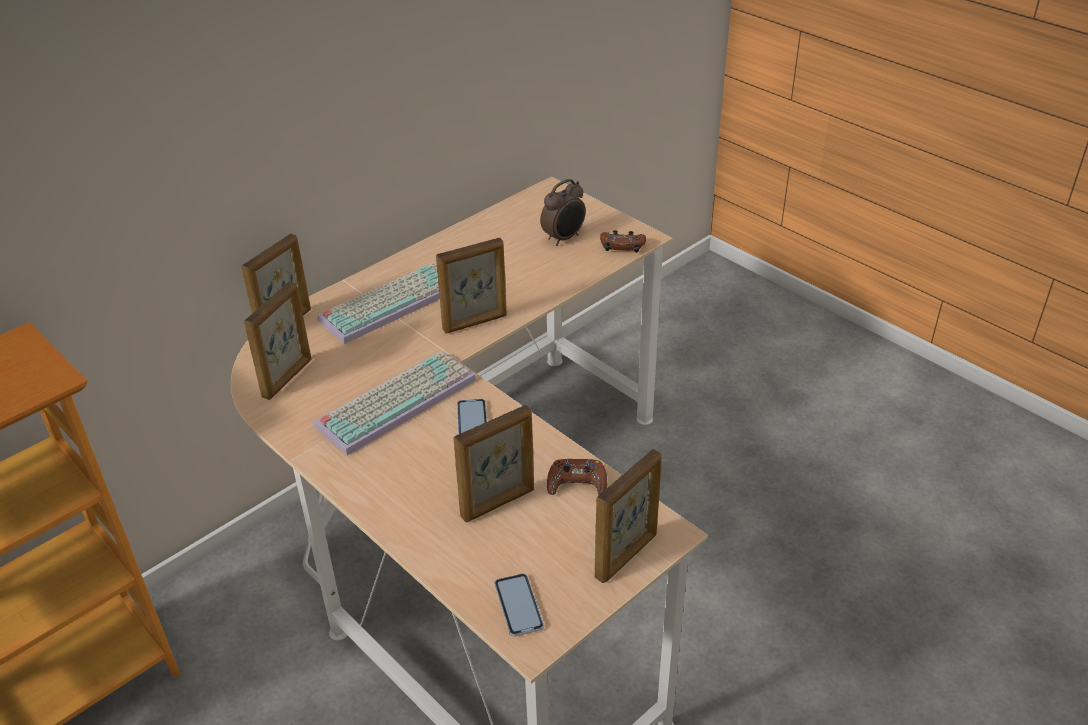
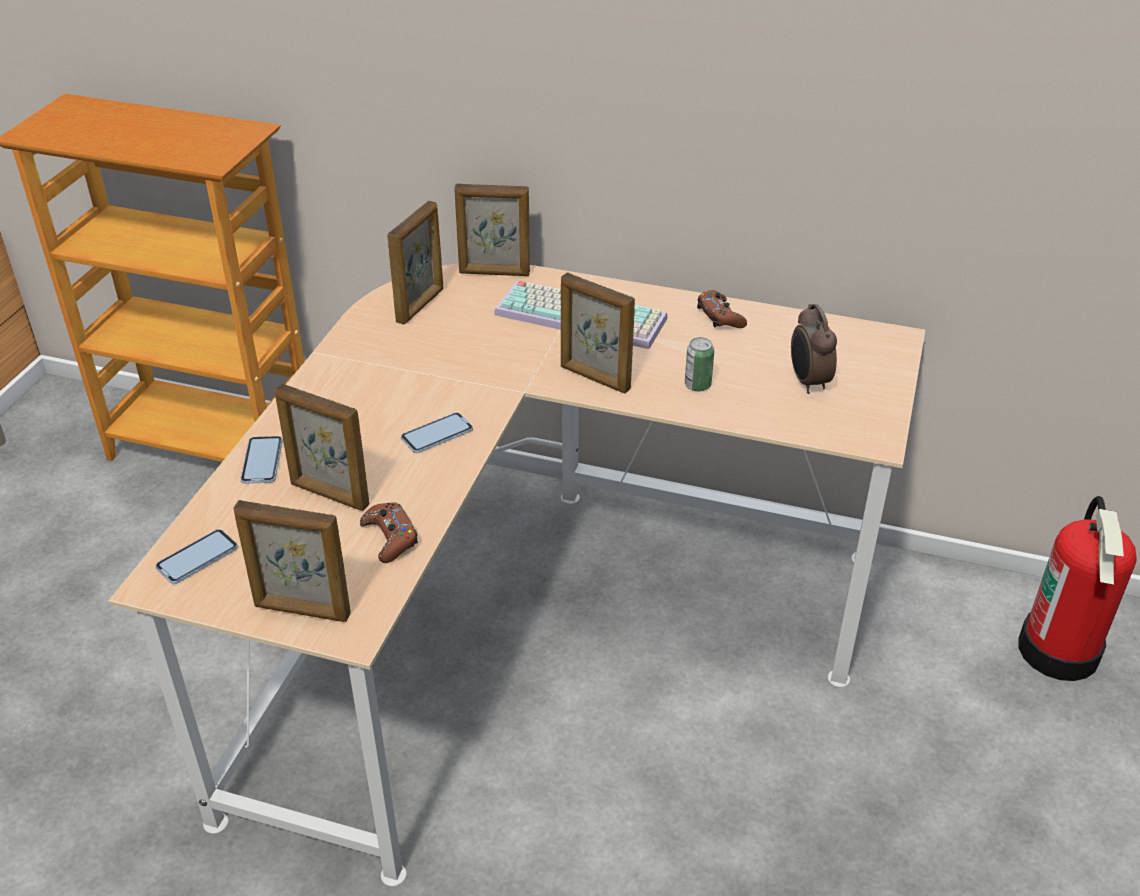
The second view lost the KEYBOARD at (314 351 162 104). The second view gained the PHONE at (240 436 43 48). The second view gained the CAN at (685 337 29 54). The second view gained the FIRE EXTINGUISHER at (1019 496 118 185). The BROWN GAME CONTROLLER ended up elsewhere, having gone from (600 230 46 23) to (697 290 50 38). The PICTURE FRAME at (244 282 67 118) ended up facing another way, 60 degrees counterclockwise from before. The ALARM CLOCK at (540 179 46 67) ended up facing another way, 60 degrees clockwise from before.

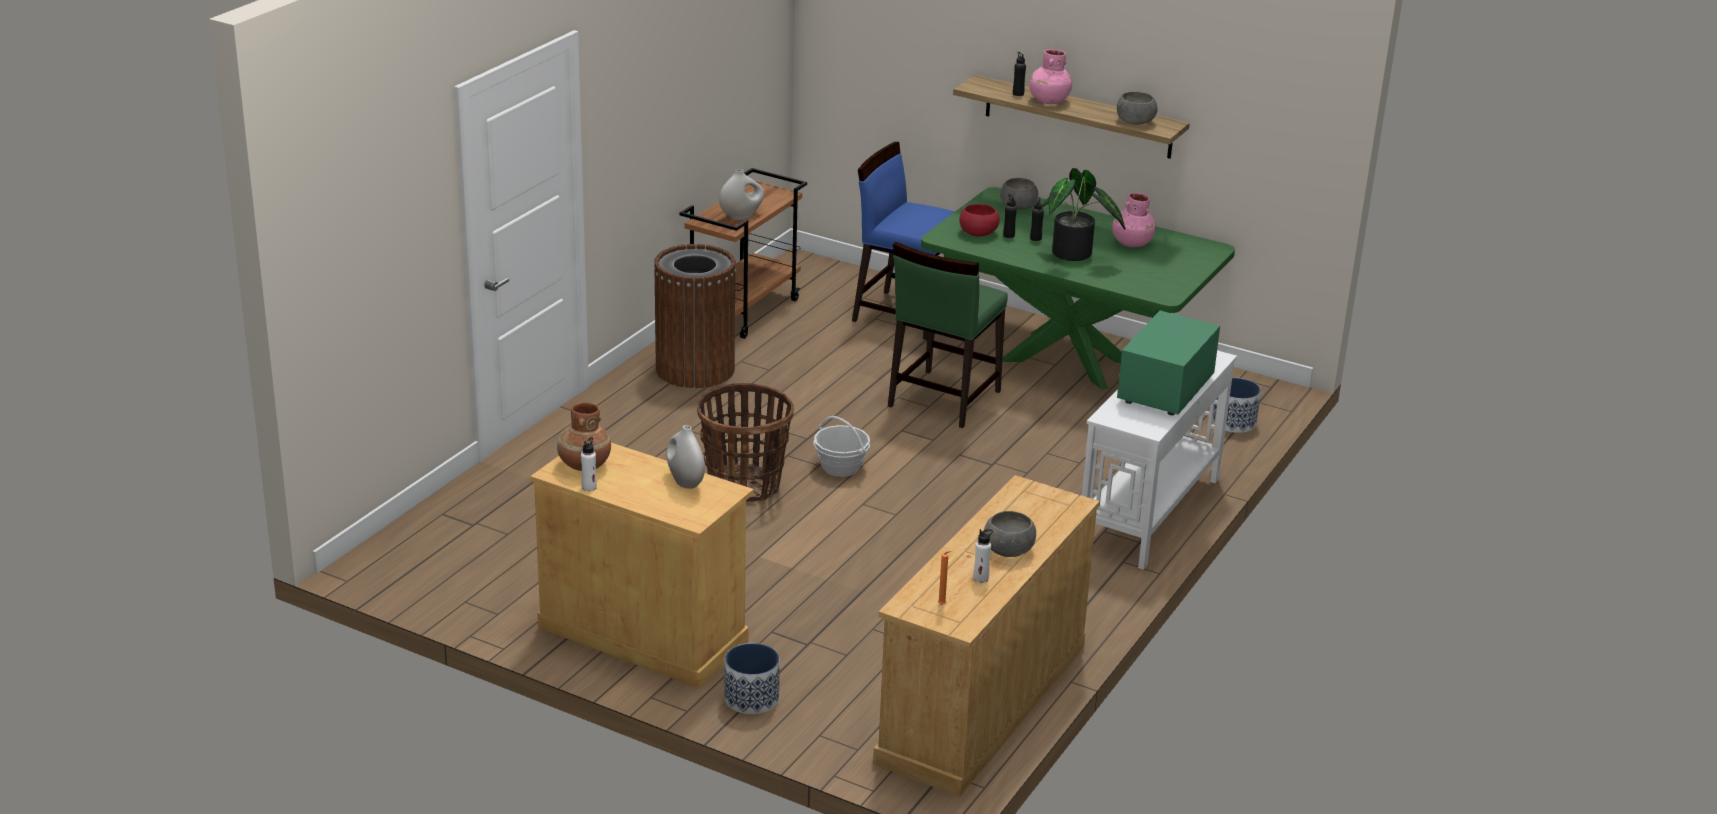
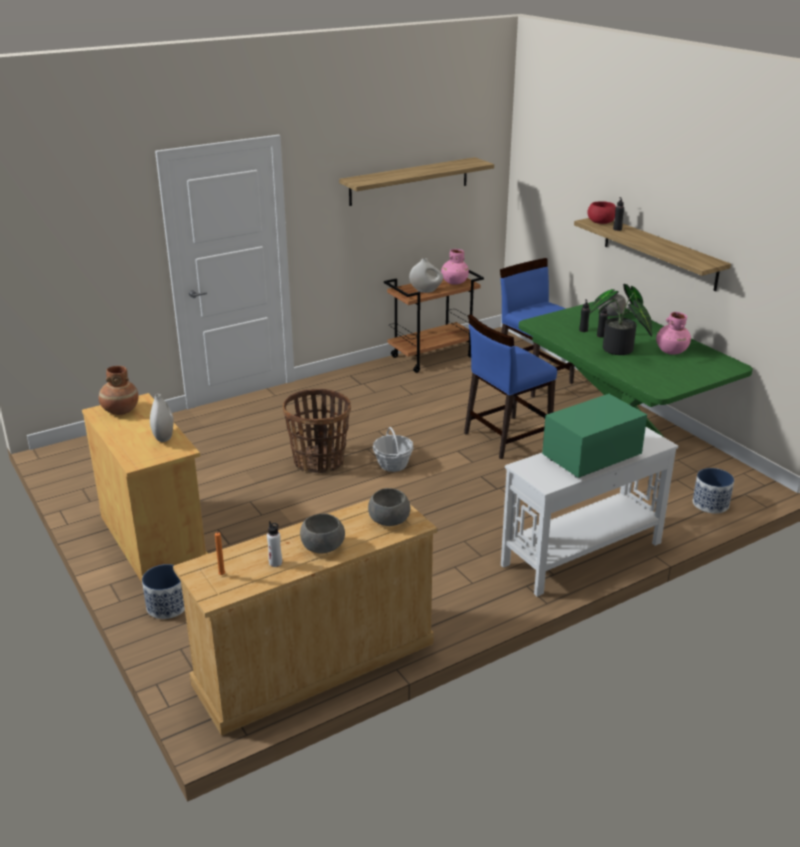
The second view lost the WHITE BOTTLE at (581 437 16 54). The second view lost the BROWN TRASH CAN at (654 244 82 144). The second view gained the SHELF at (339 157 155 49). The RED BOWL ended up elsewhere, having gone from (959 204 41 33) to (587 201 29 23). The PINK VASE ended up elsewhere, having gone from (1029 49 43 55) to (441 249 28 36). The GREY BOWL ended up elsewhere, having gone from (1117 91 40 34) to (368 488 42 38). What was the GREEN CHAIR at (888 242 120 186) turned into the BLUE CHAIR at (464 314 93 145).

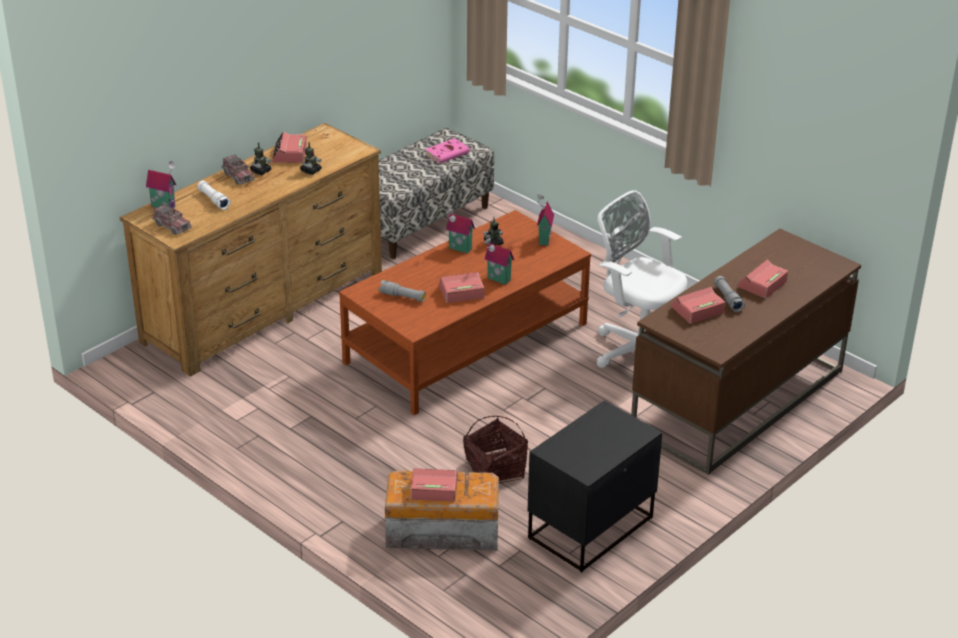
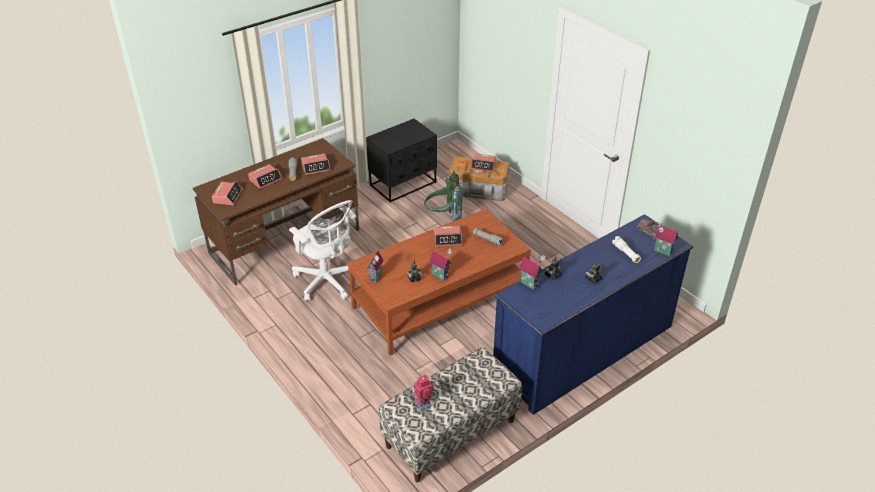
The second view lost the TOY TRUCK at (221 155 34 30). The ALARM CLOCK ended up elsewhere, having gone from (272 132 35 31) to (212 181 31 24). The TOY HOUSE ended up elsewhere, having gone from (484 238 30 47) to (519 255 26 35). Where the PINK BOOK stood at (425 138 45 26), the TOY ROBOT came to stand at (412 374 22 36). Where the BASKET stood at (463 416 65 67), the GREEN BACKPACK came to stand at (424 171 39 50). What was the BROWN DRESSER at (120 123 262 254) turned into the BLUE DRESSER at (493 214 200 201).

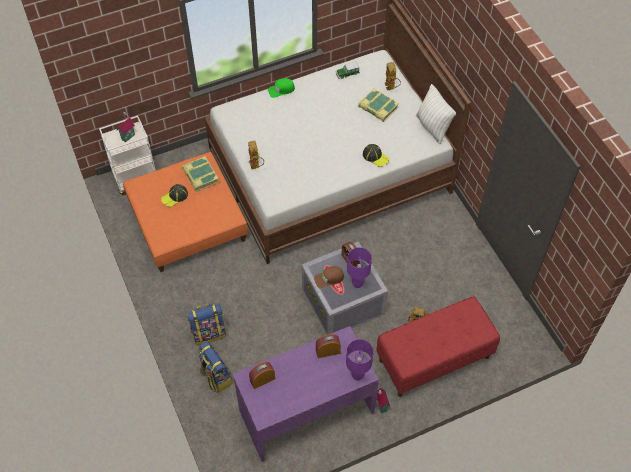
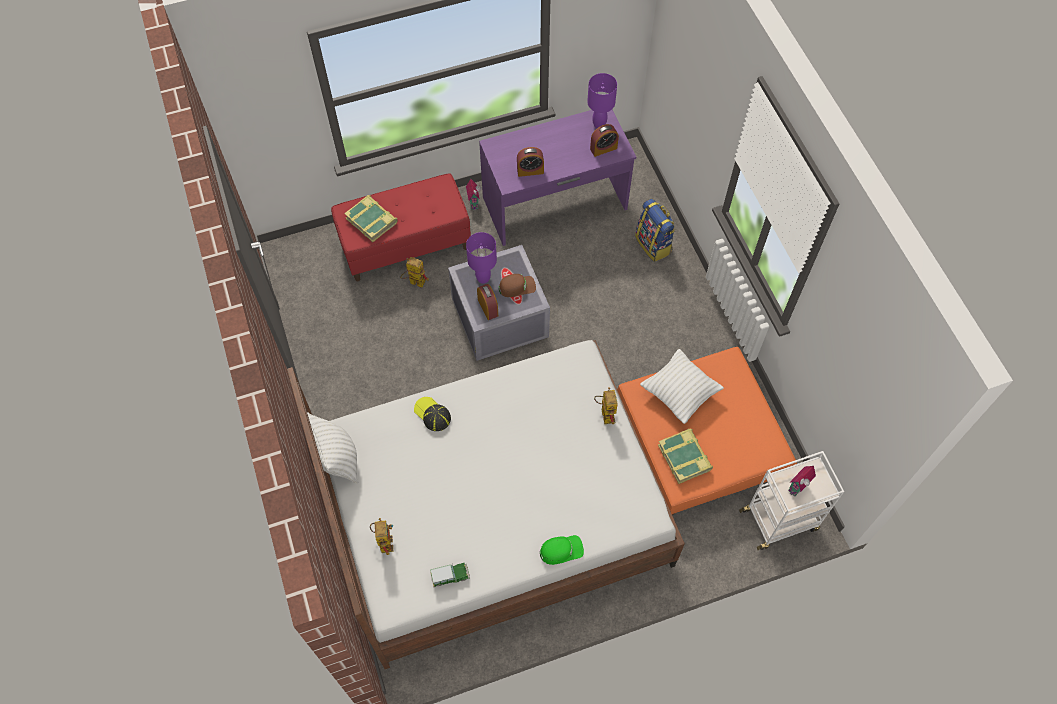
The second view lost the CAP at (161 184 27 23). The second view lost the BACKPACK at (188 303 38 42). The second view gained the WHITE PILLOW at (640 349 84 75). The PURPLE TABLE LAMP ended up elsewhere, having gone from (346 339 27 41) to (587 73 30 55). The BOOK ended up elsewhere, having gone from (358 88 41 34) to (344 195 53 47).

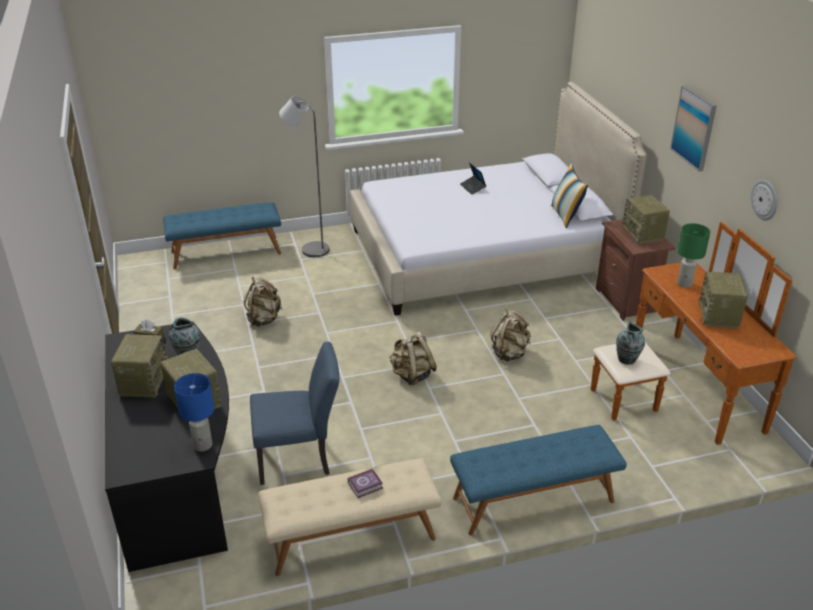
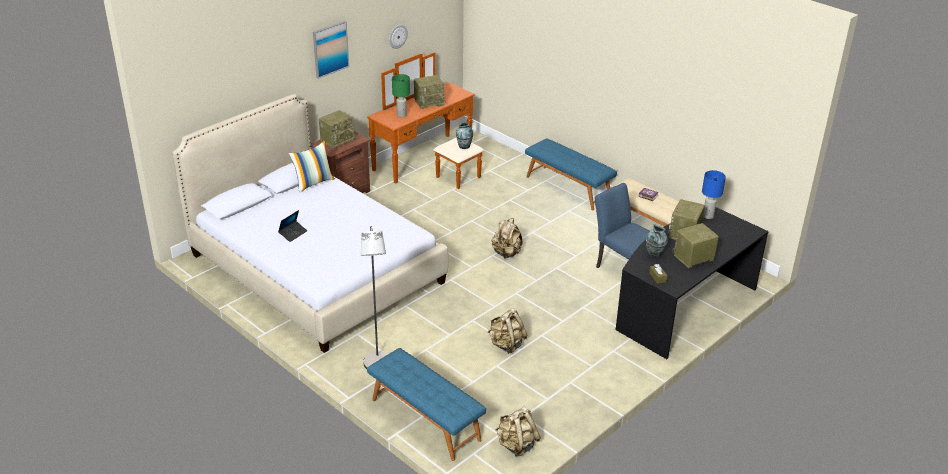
The BEIGE BACKPACK ended up elsewhere, having gone from (491 309 40 53) to (496 407 45 50).

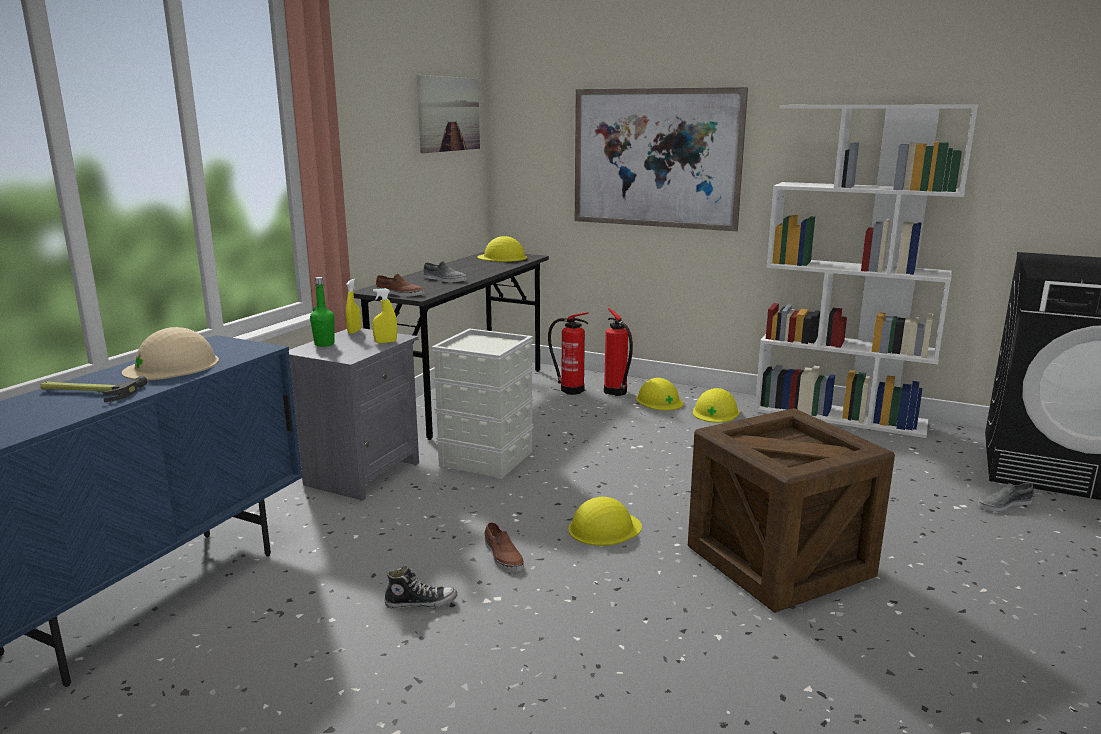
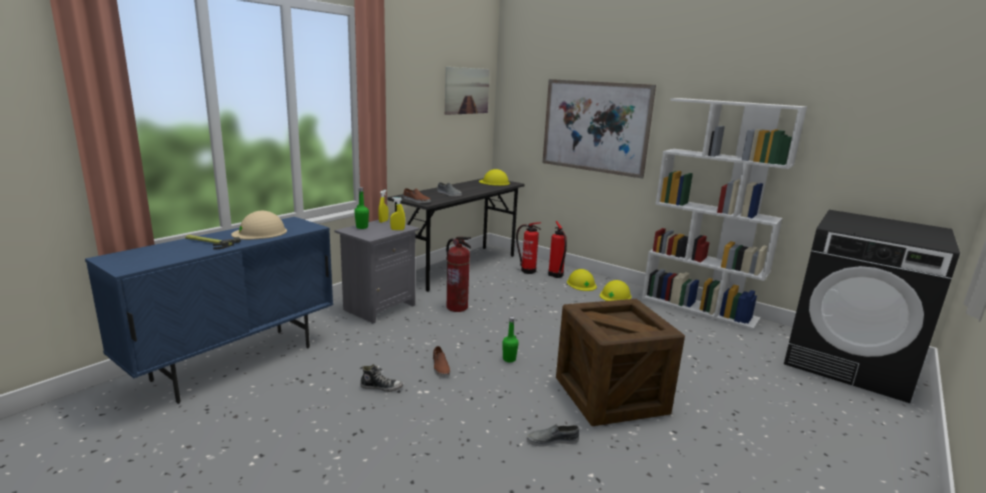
The GREY SHOE ended up elsewhere, having gone from (978 483 56 28) to (526 424 53 23). Where the GREY STORAGE BOX stood at (432 328 102 151), the FIRE EXTINGUISHER came to stand at (446 236 25 76). Where the YELLOW HARD HAT stood at (568 497 74 49), the GREEN BOTTLE came to stand at (502 317 16 45).

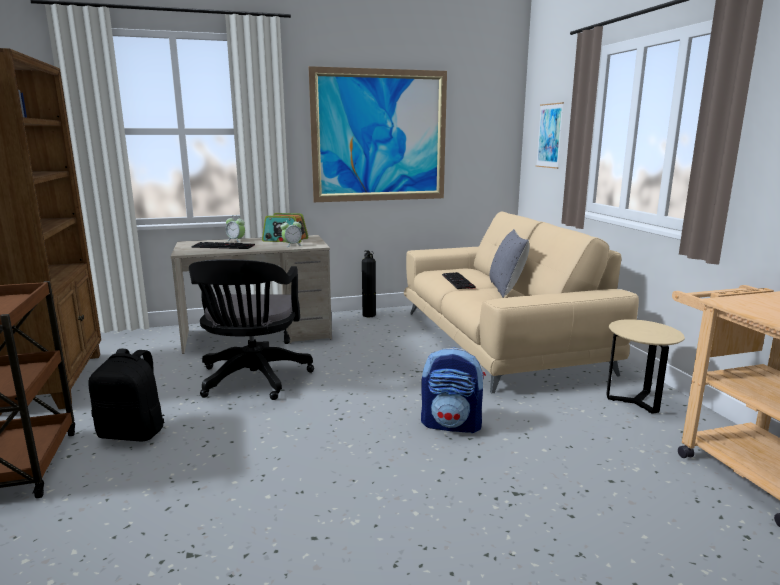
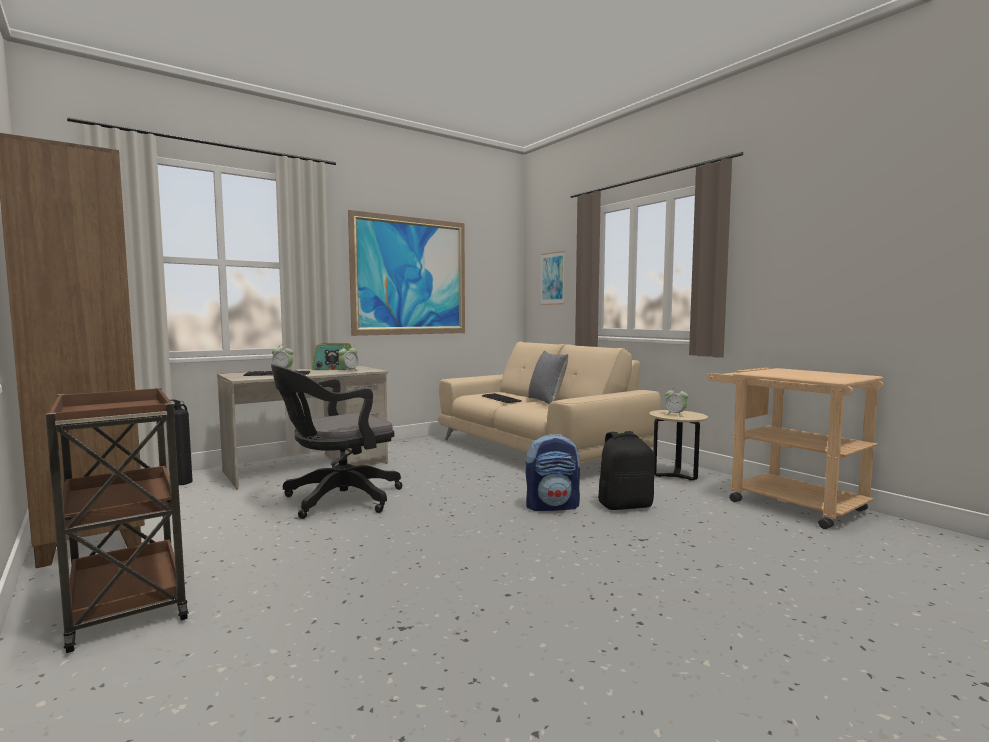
The second view gained the ALARM CLOCK at (665 387 23 30). The BLACK BACKPACK ended up elsewhere, having gone from (88 349 77 92) to (598 431 57 79). The FIRE EXTINGUISHER ended up elsewhere, having gone from (362 250 14 67) to (170 400 23 85). The BLACK OFFICE CHAIR at (189 259 125 141) ended up facing another way, 75 degrees clockwise from before.

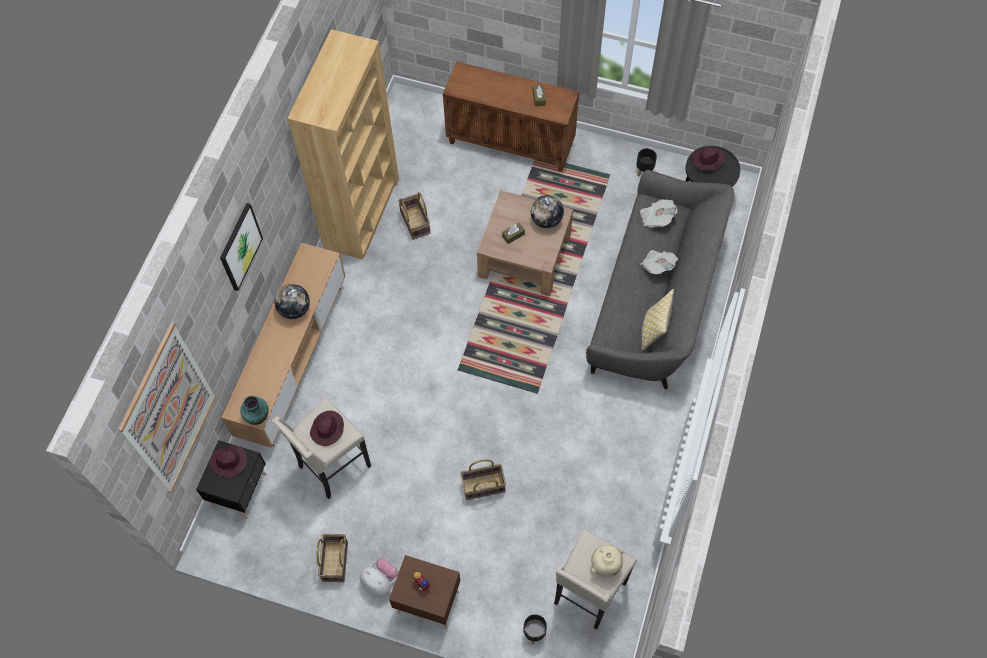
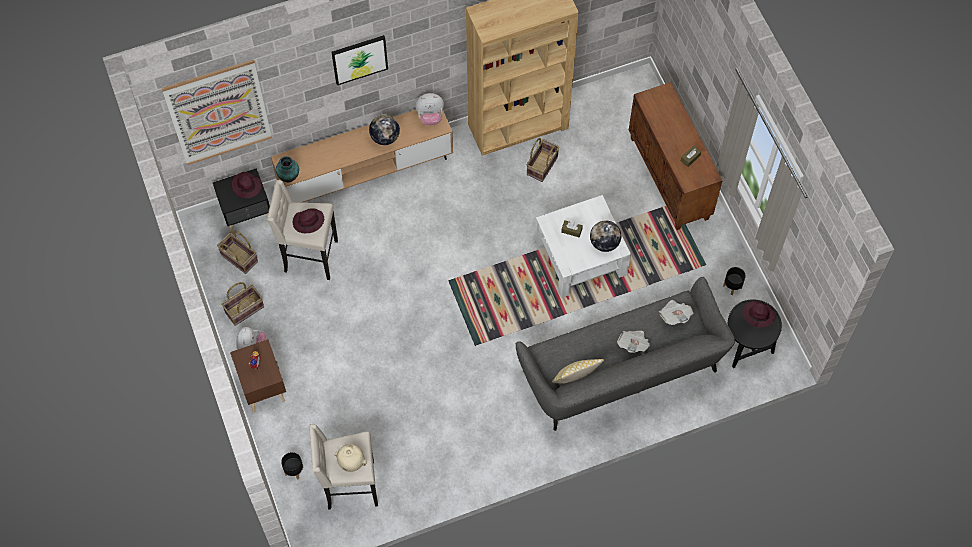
The second view gained the PLUSH TOY at (415 93 29 33). The BASKET ended up elsewhere, having gone from (460 459 46 41) to (217 231 41 43). What was the BROWN COFFEE TABLE at (477 190 96 106) turned into the WHITE COFFEE TABLE at (535 195 96 103).

